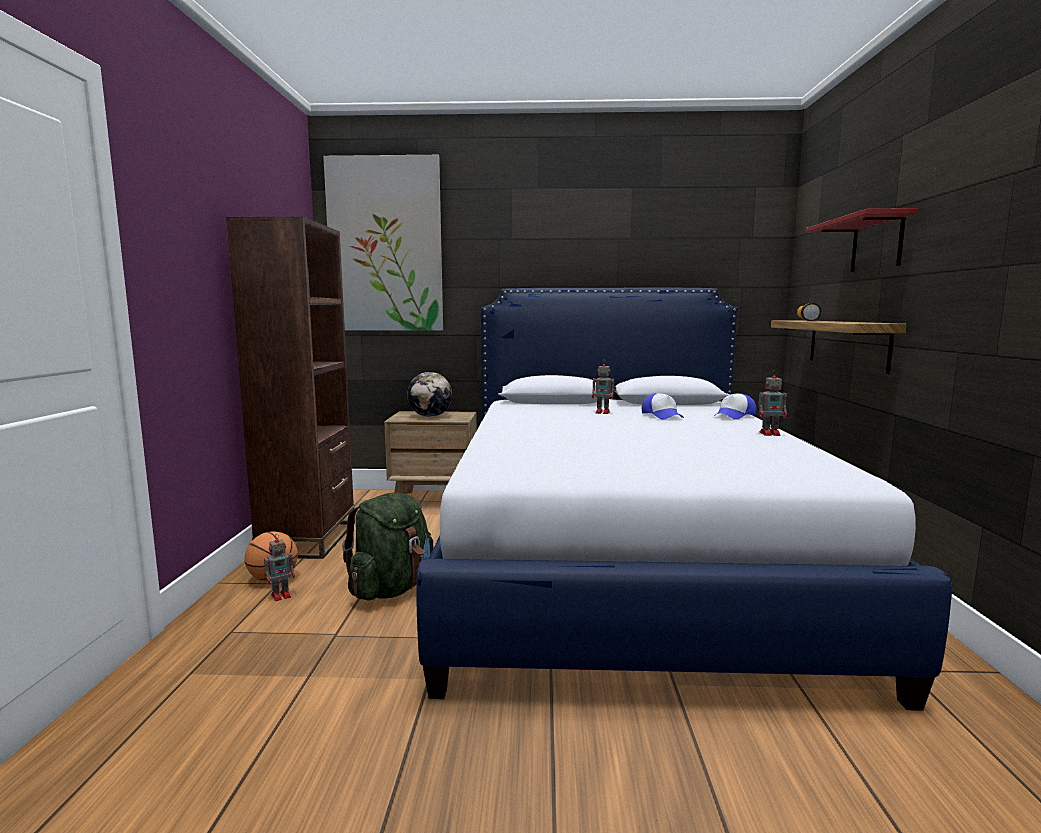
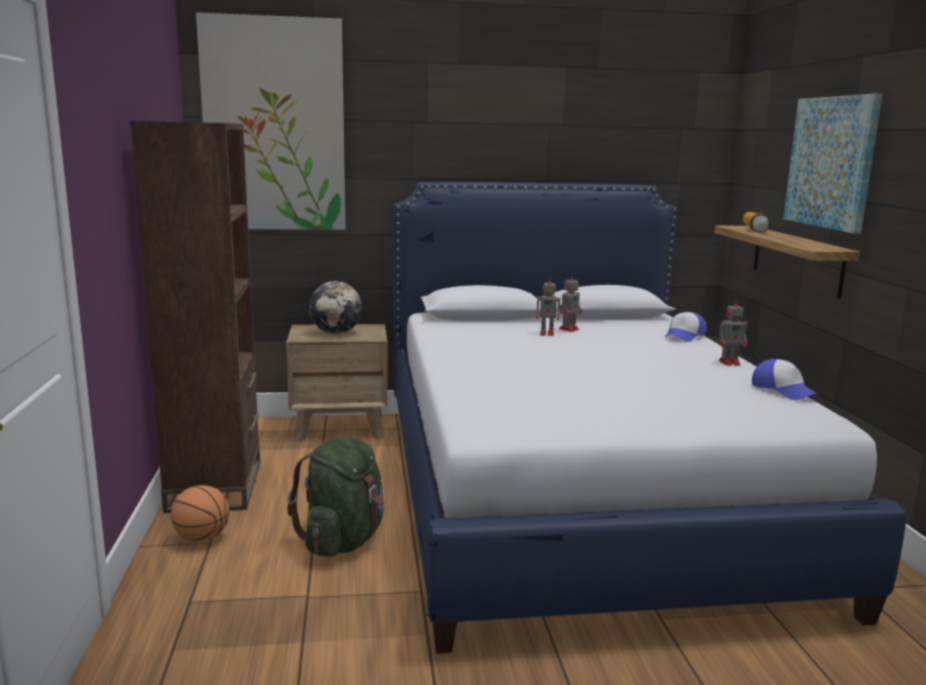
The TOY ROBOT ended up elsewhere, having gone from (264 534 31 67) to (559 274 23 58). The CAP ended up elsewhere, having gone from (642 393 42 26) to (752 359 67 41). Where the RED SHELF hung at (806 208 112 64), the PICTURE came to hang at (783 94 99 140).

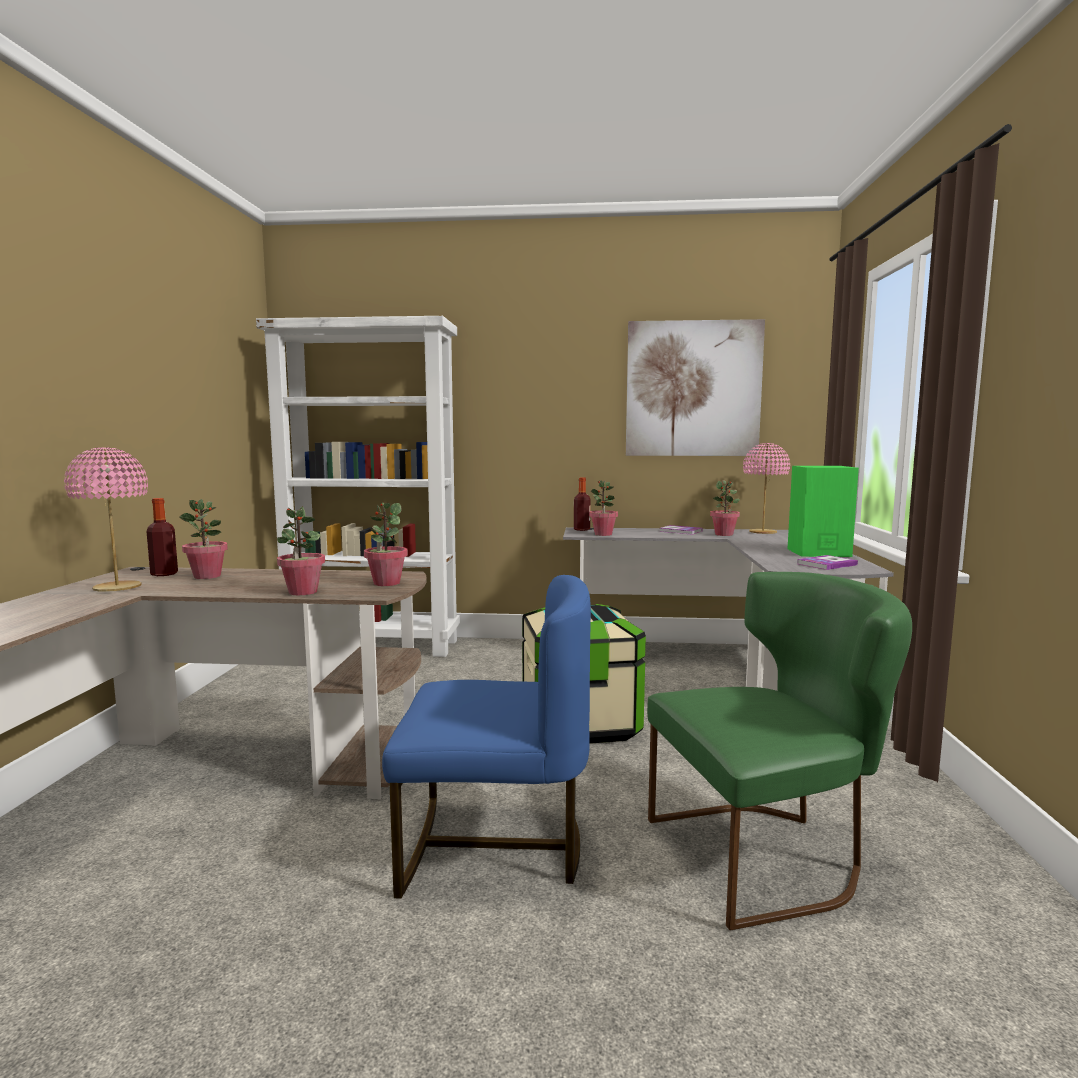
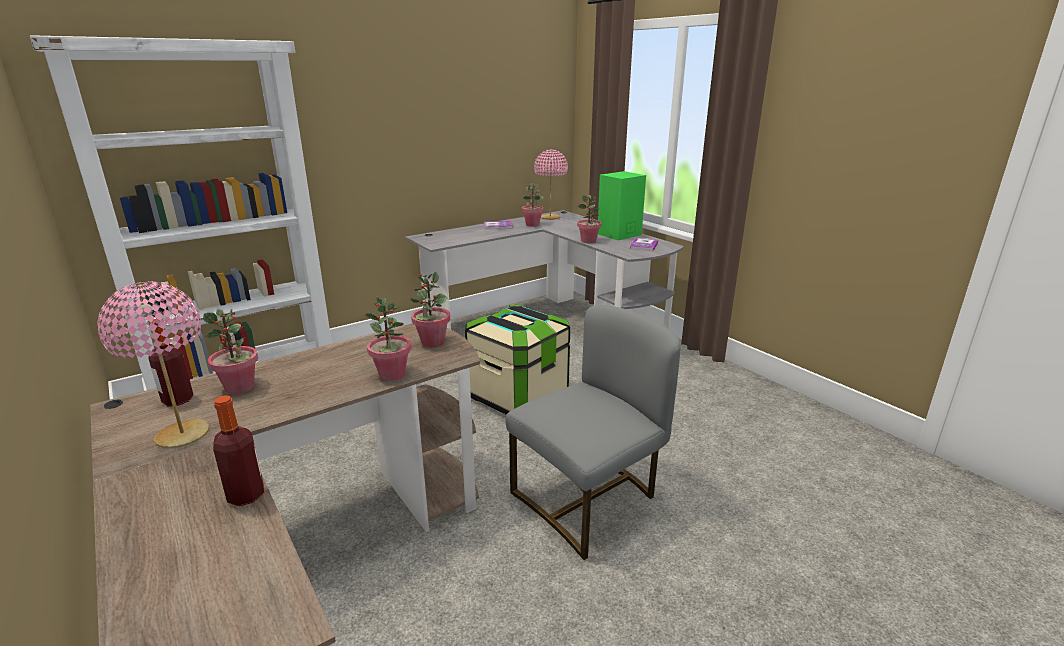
The second view lost the PICTURE at (626 319 139 137). The second view lost the GREEN CHAIR at (647 572 265 358). The BOTTLE ended up elsewhere, having gone from (574 477 17 54) to (213 395 51 111). The POTTED PLANT ended up elsewhere, having gone from (589 480 29 56) to (577 195 25 48). What was the BLUE CHAIR at (382 575 209 324) turned into the GREY CHAIR at (506 305 174 255).

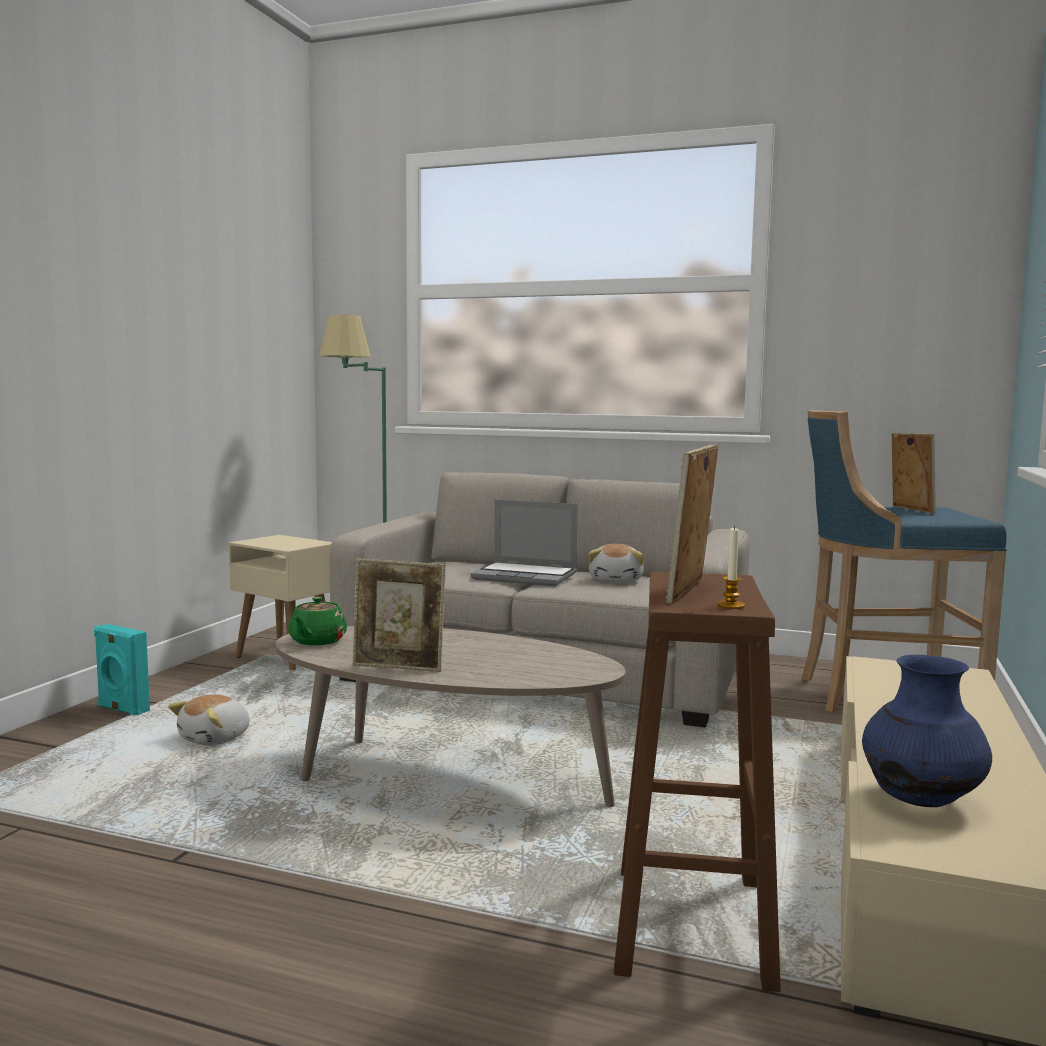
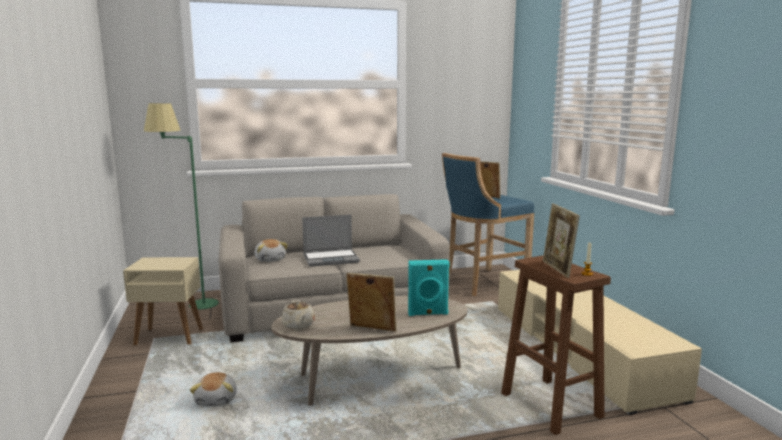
The second view lost the BLUE VASE at (862 655 130 152). The TURQUOISE SPEAKER ended up elsewhere, having gone from (94 624 56 91) to (408 259 42 57). The PLUSH TOY ended up elsewhere, having gone from (588 544 56 39) to (255 239 33 23). What was the GREEN TEAPOT at (288 597 59 48) turned into the BEIGE TEAPOT at (281 300 34 30). The PICTURE FRAME at (353 558 93 114) ended up facing another way, 135 degrees counterclockwise from before.

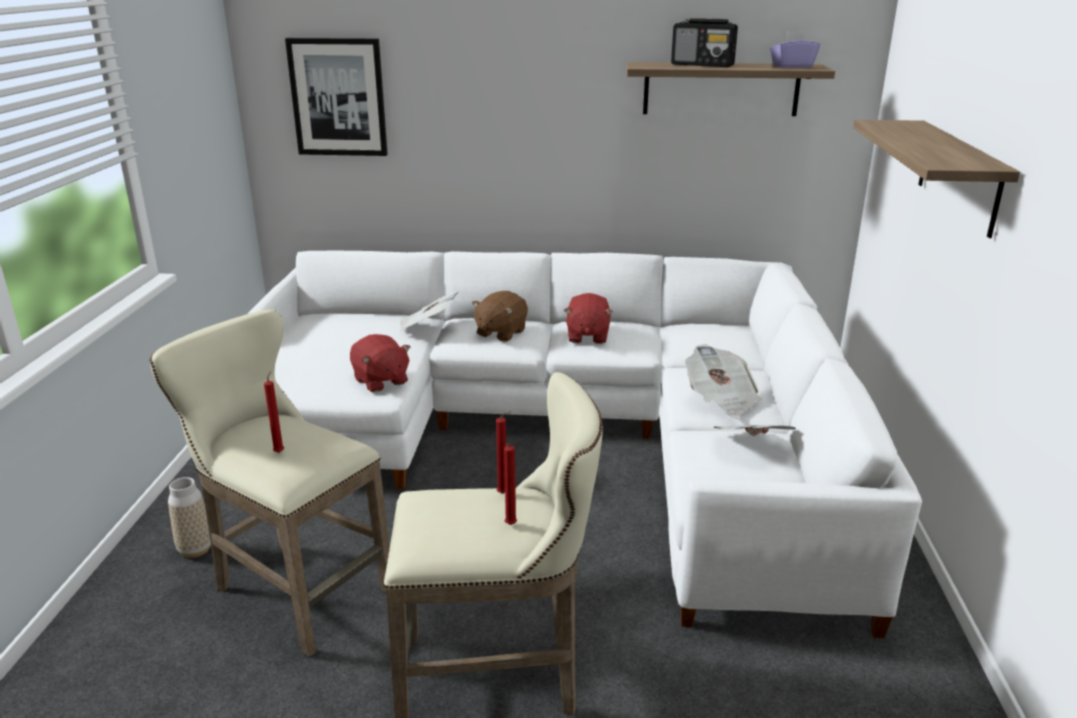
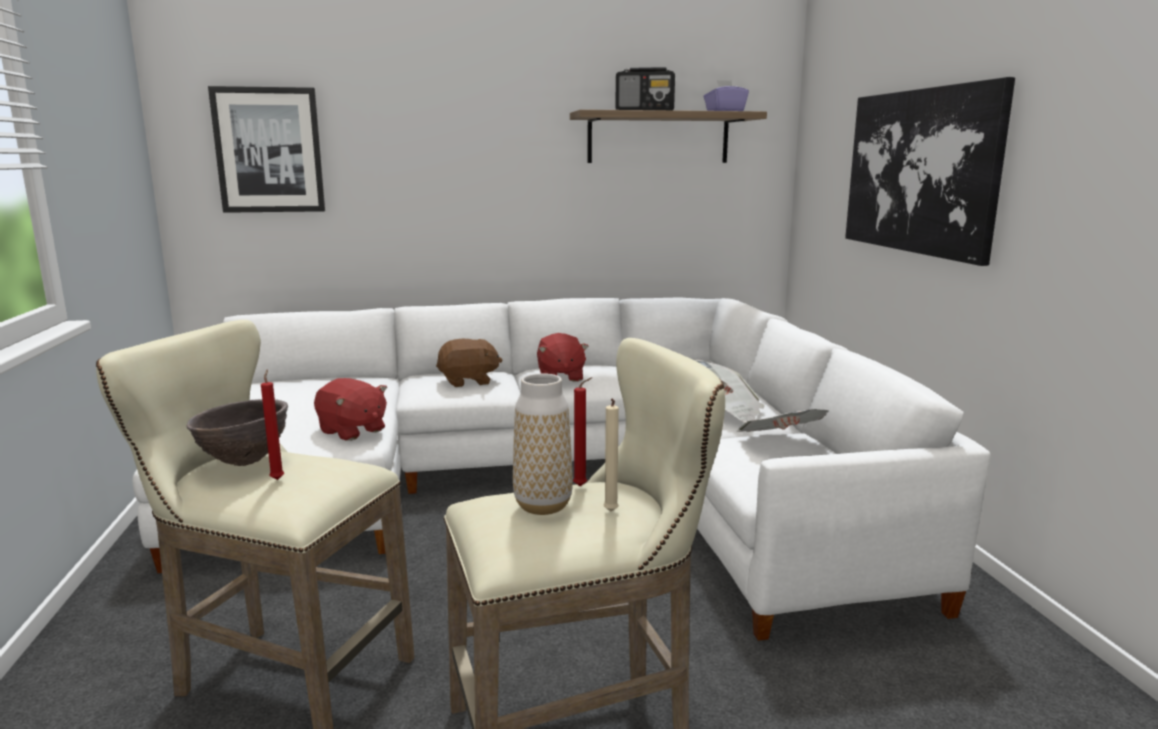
The second view lost the NEWSPAPER at (400 290 60 41). The second view gained the BROWN BOWL at (186 399 102 67). The VASE ended up elsewhere, having gone from (168 477 43 81) to (513 373 60 142). Where the SHELF hung at (853 120 167 118), the PICTURE came to hang at (845 77 170 189). What was the RED CANDLE at (504 444 13 81) turned into the BEIGE CANDLE at (604 399 15 112). The BROWN PLUSH TOY at (472 291 56 51) ended up facing another way, 120 degrees counterclockwise from before.

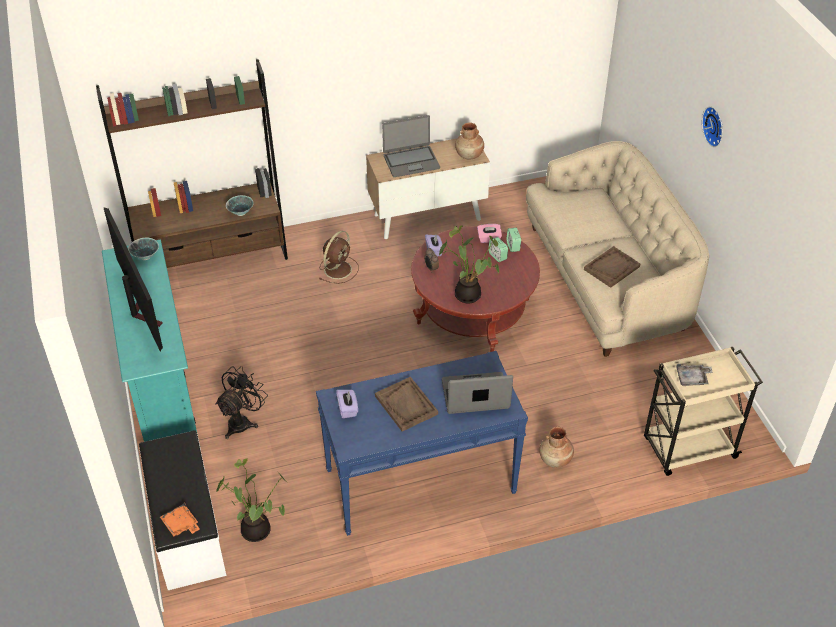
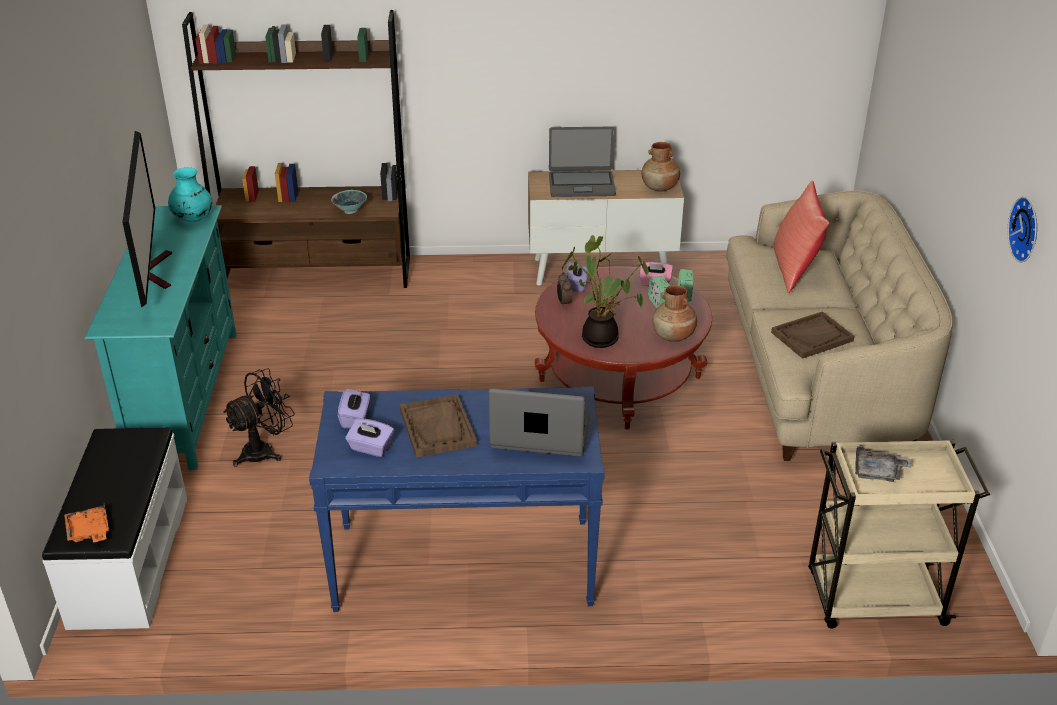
The second view lost the POTTED PLANT at (216 459 71 83). The second view lost the BROWN FAN at (319 231 40 53). The second view gained the PURPLE TISSUE BOX at (346 418 48 39). The second view gained the RED PILLOW at (773 181 56 112). The BROWN VASE ended up elsewhere, having gone from (539 427 35 41) to (652 285 45 57). The WALL CLOCK ended up elsewhere, having gone from (702 106 21 41) to (1008 197 29 65). Where the BOWL stood at (128 238 31 22), the TURQUOISE VASE came to stand at (168 167 44 55).

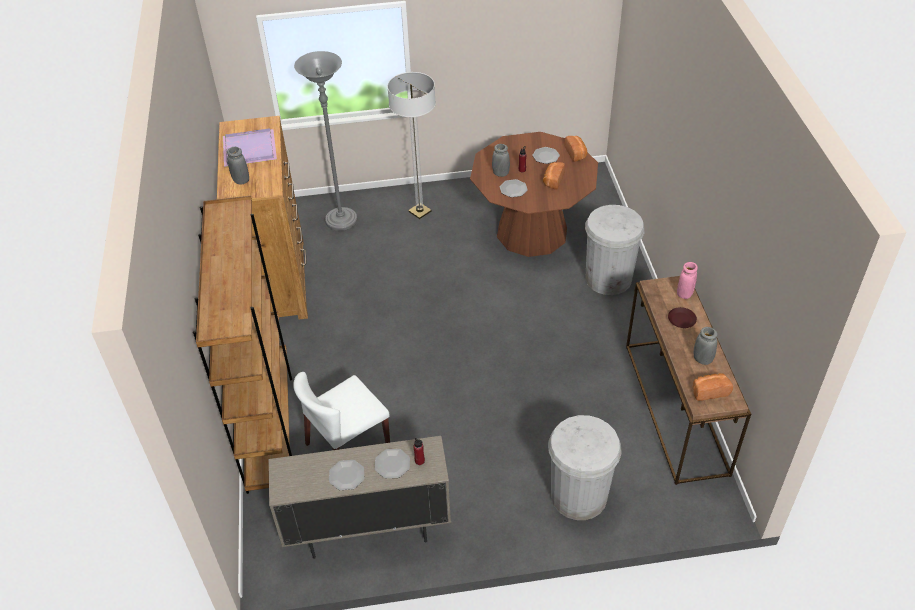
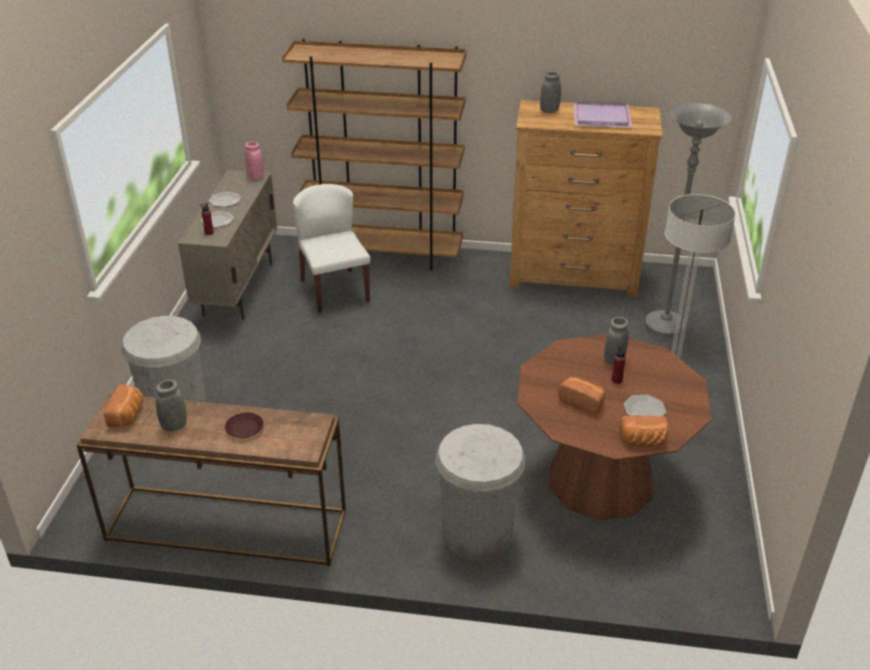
The second view lost the PLATE at (500 179 28 18). The PINK VASE ended up elsewhere, having gone from (677 262 21 37) to (245 142 19 38).

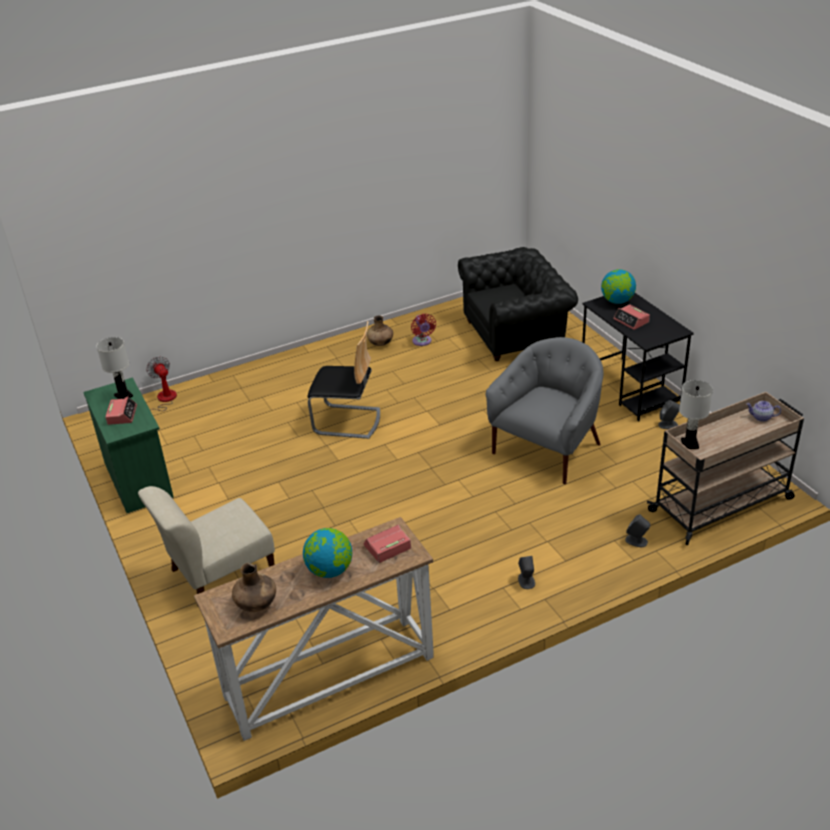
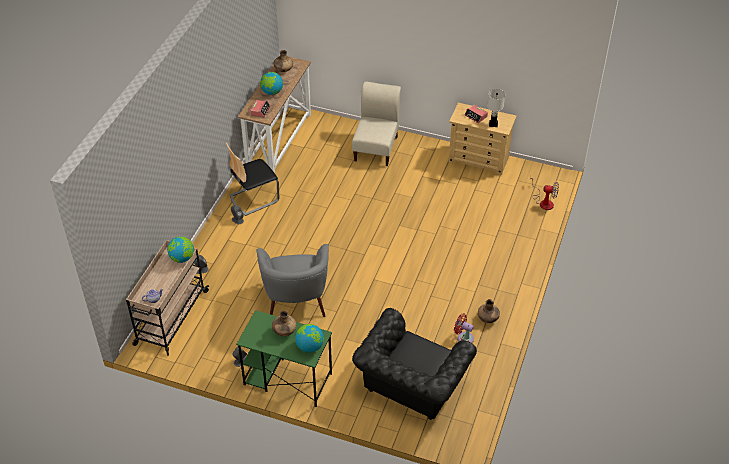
The CHAIR ended up elsewhere, having gone from (307 321 73 118) to (226 143 53 73). Where the ALARM CLOCK stood at (613 304 37 26), the BROWN VASE came to stand at (272 310 25 26). Where the WHITE TABLE LAMP stood at (679 380 34 69), the GLOBE came to stand at (167 236 27 27). What was the GREEN DRESSER at (83 378 91 135) turned into the BEIGE DRESSER at (449 103 67 72). What was the BLACK DESK at (582 293 112 129) turned into the GREEN DESK at (236 310 96 97).

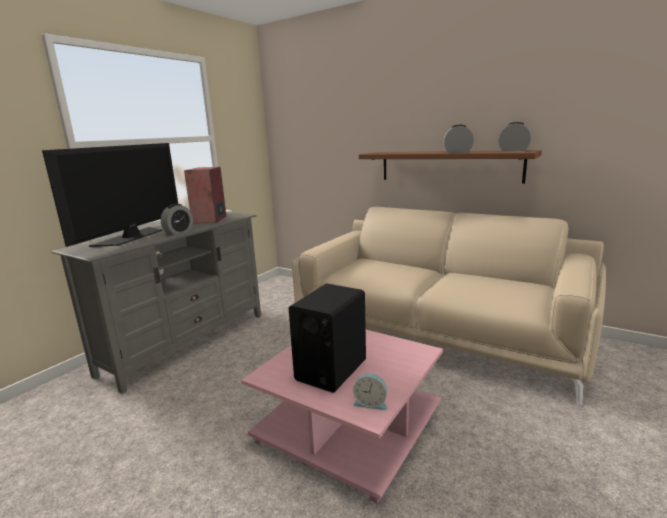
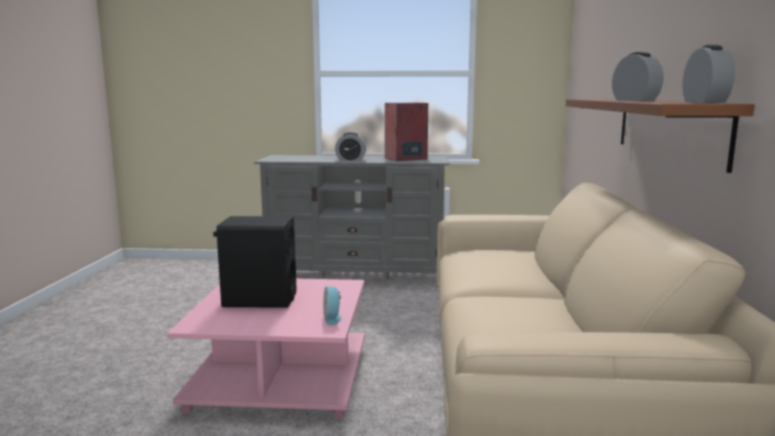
The second view lost the TELEVISION at (42 143 136 104). The ALARM CLOCK ended up elsewhere, having gone from (353 373 34 37) to (323 286 19 39).

